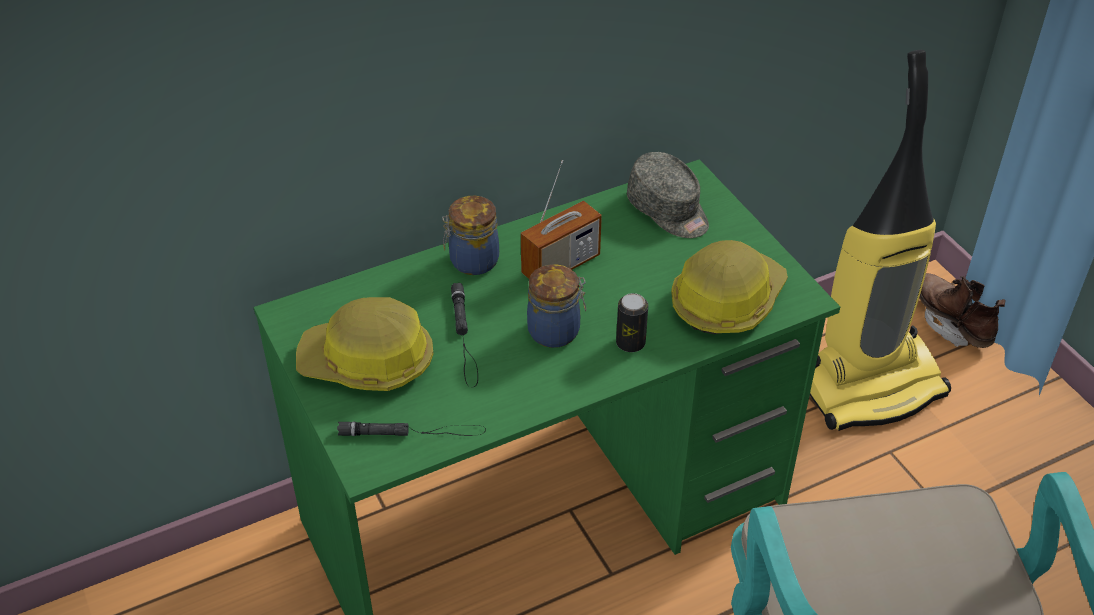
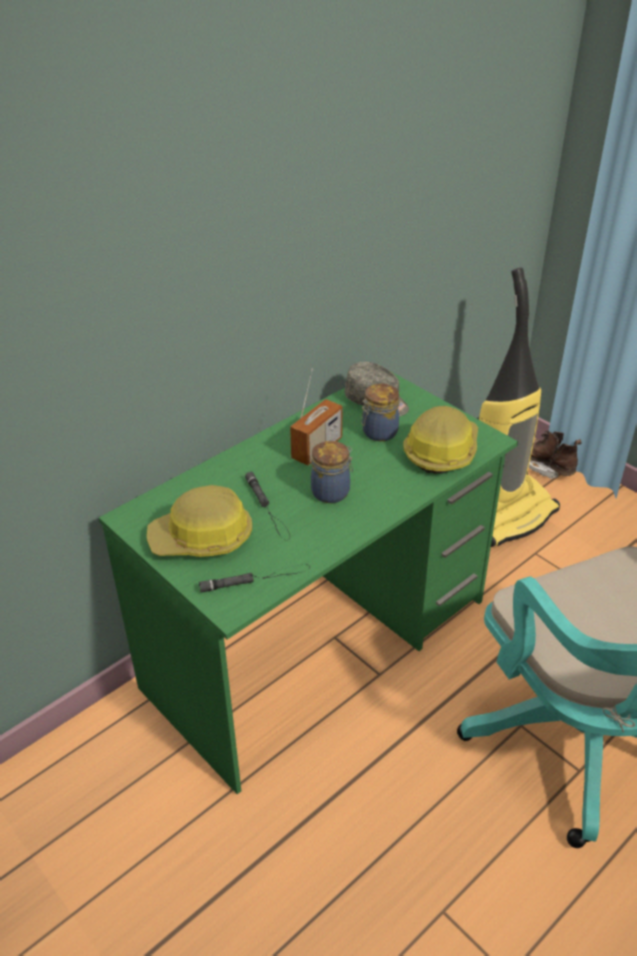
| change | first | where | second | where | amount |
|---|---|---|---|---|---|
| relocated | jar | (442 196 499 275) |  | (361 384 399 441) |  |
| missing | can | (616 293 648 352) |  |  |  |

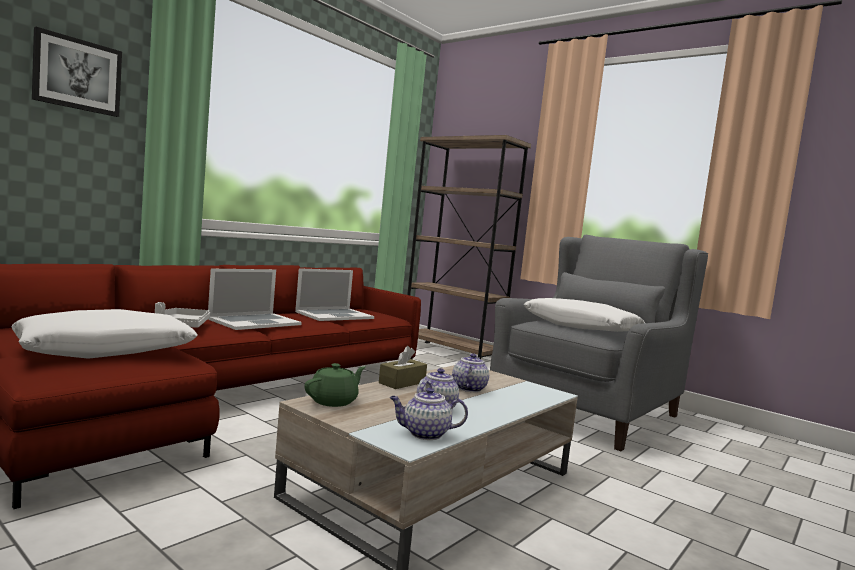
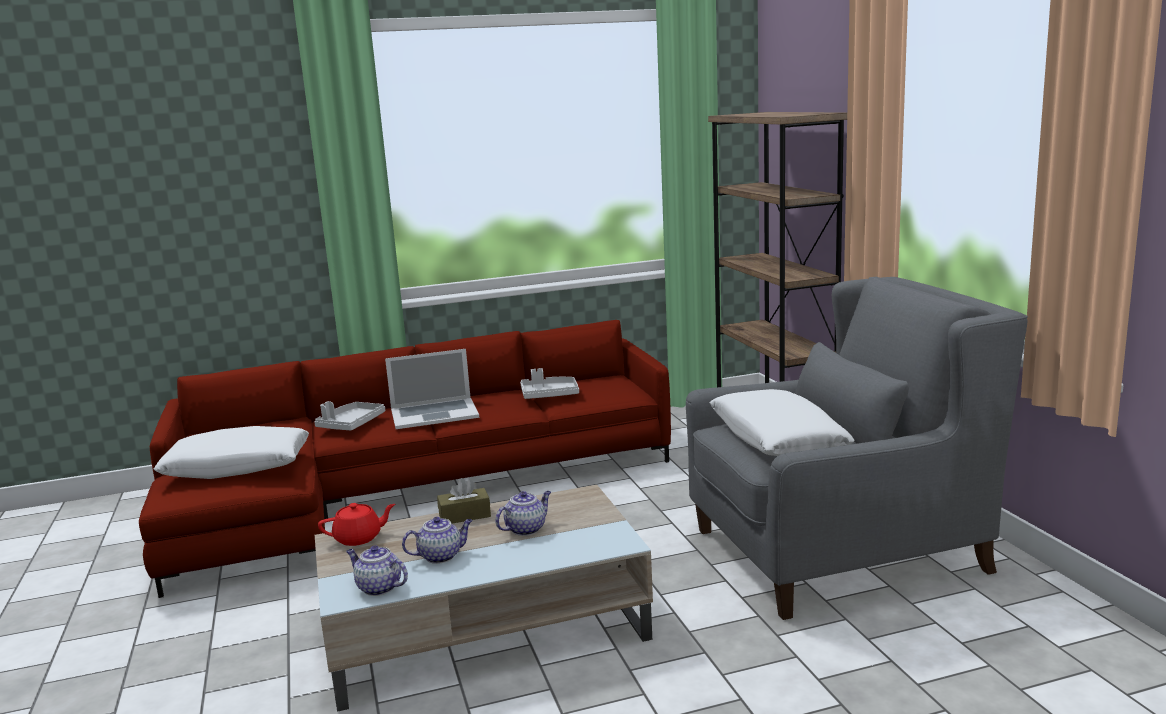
| change | first | where | second | where | amount |
|---|---|---|---|---|---|
| missing | picture | (32 27 122 117) |  |  |  |
| exchanged | laptop | (295 268 374 321) | grey_tray | (520 368 579 399) |  |
| colour | green_teapot | (305 363 365 407) | red_teapot | (318 503 395 546) |  |

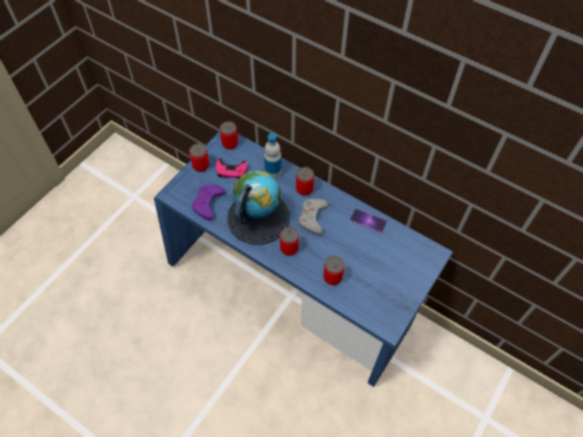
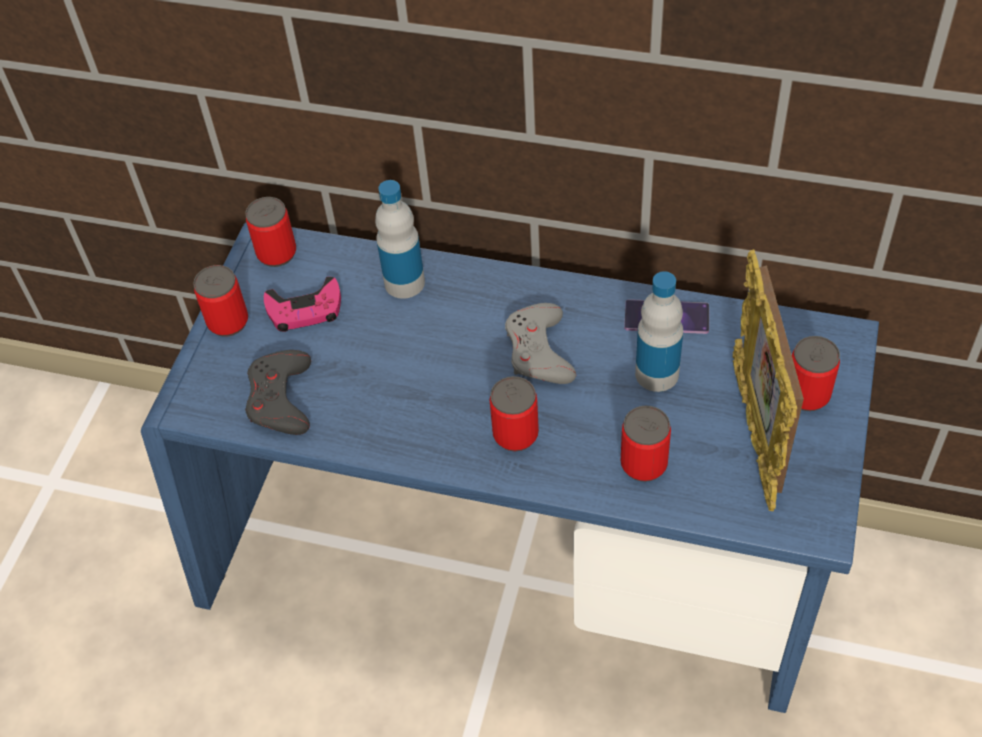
| change | first | where | second | where | amount |
|---|---|---|---|---|---|
| relocated | can | (296 167 314 195) |  | (792 336 840 411) |  |
| missing | globe | (227 170 290 245) |  |  |  |
| colour | purple_game_controller | (192 185 225 221) | grey_game_controller | (245 350 311 435) |  |
| appeared |  |  | picture_frame | (733 249 804 511) |  |
| appeared |  |  | bottle | (635 271 683 392) |  |

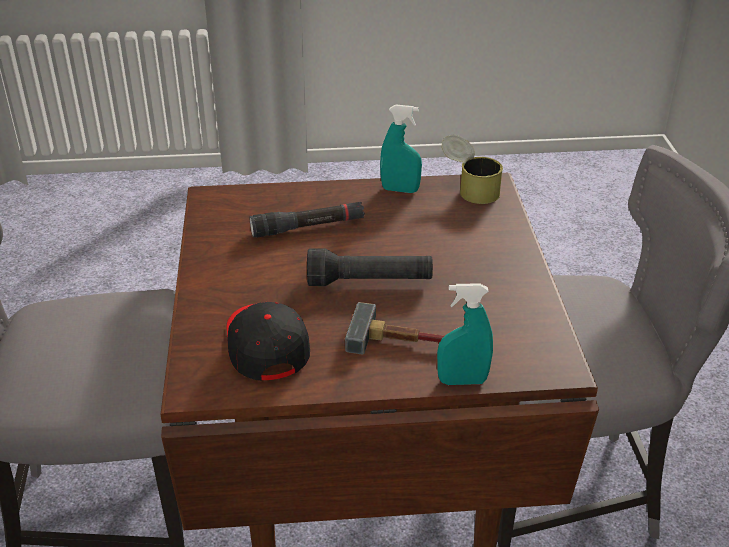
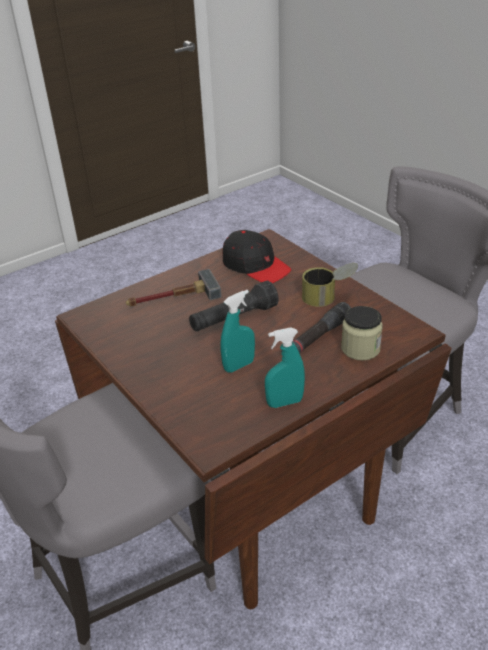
| change | first | where | second | where | amount |
|---|---|---|---|---|---|
| relocated | can | (442 134 503 204) |  | (302 263 358 307) |  |
| relocated | turquoise_spray_bottle | (437 284 493 385) |  | (221 290 255 373) |  |
| appeared |  |  | jar | (341 306 383 360) |  |

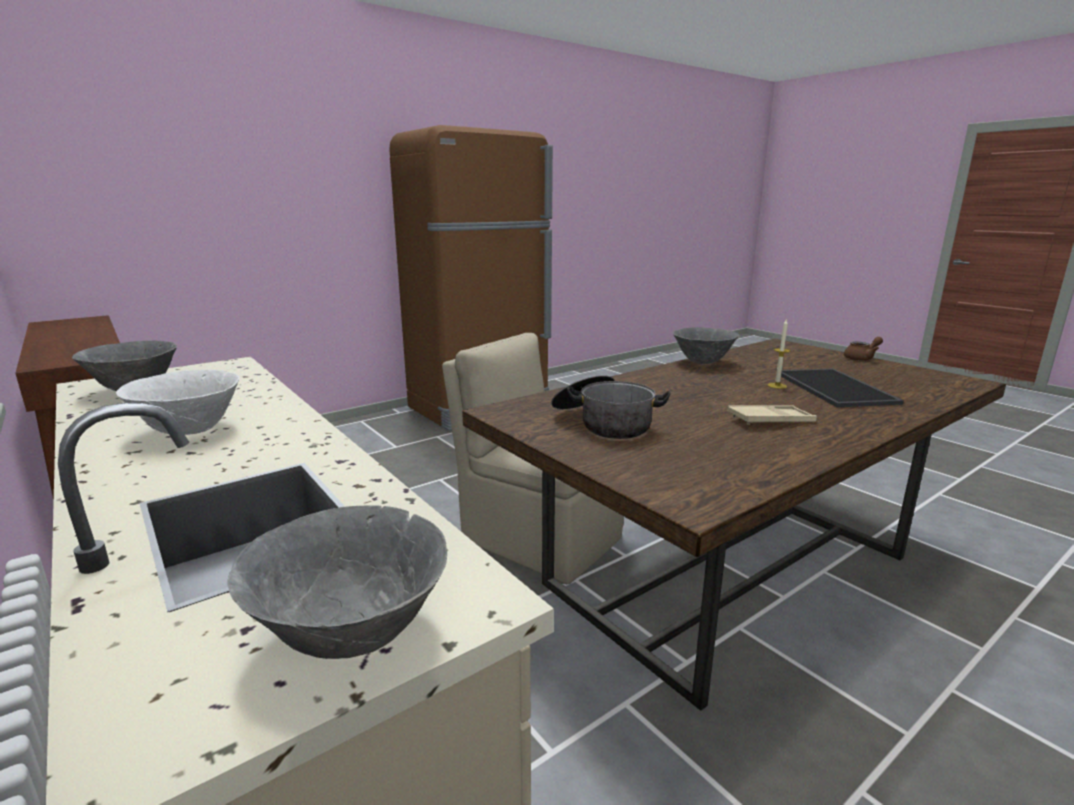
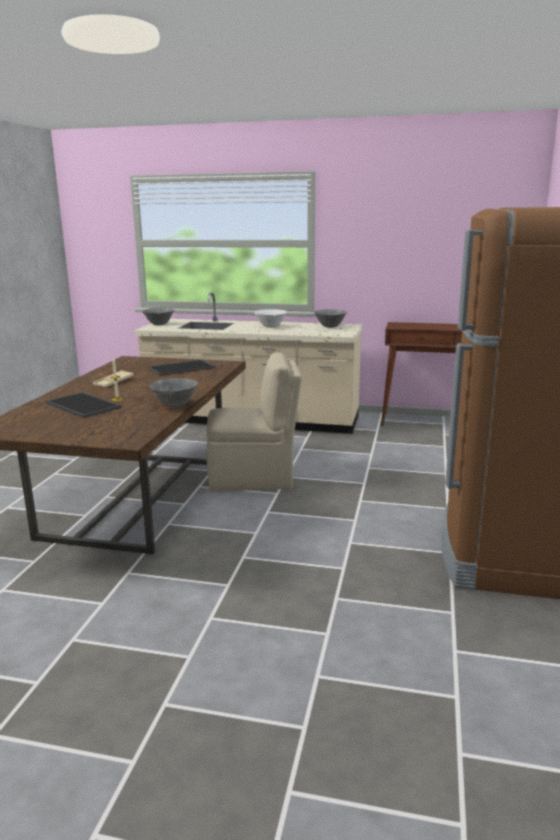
| change | first | where | second | where | amount |
|---|---|---|---|---|---|
| missing | brown_teapot | (844 337 883 361) |  |  |  |
| exchanged | cooking_pot | (551 375 671 439) | tray | (148 359 216 376) |  |

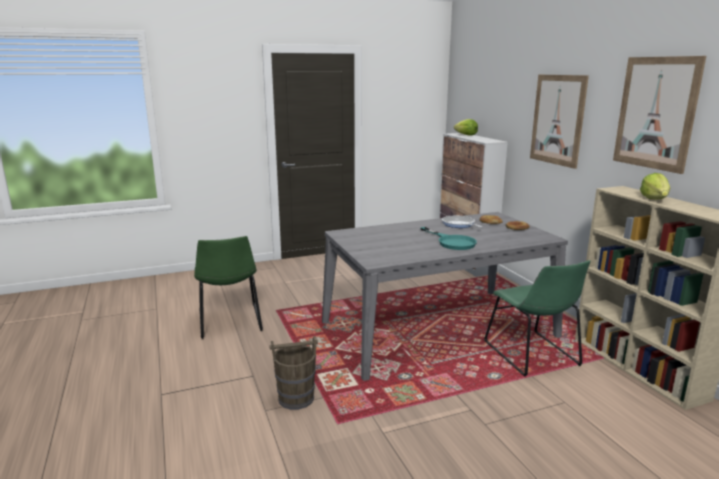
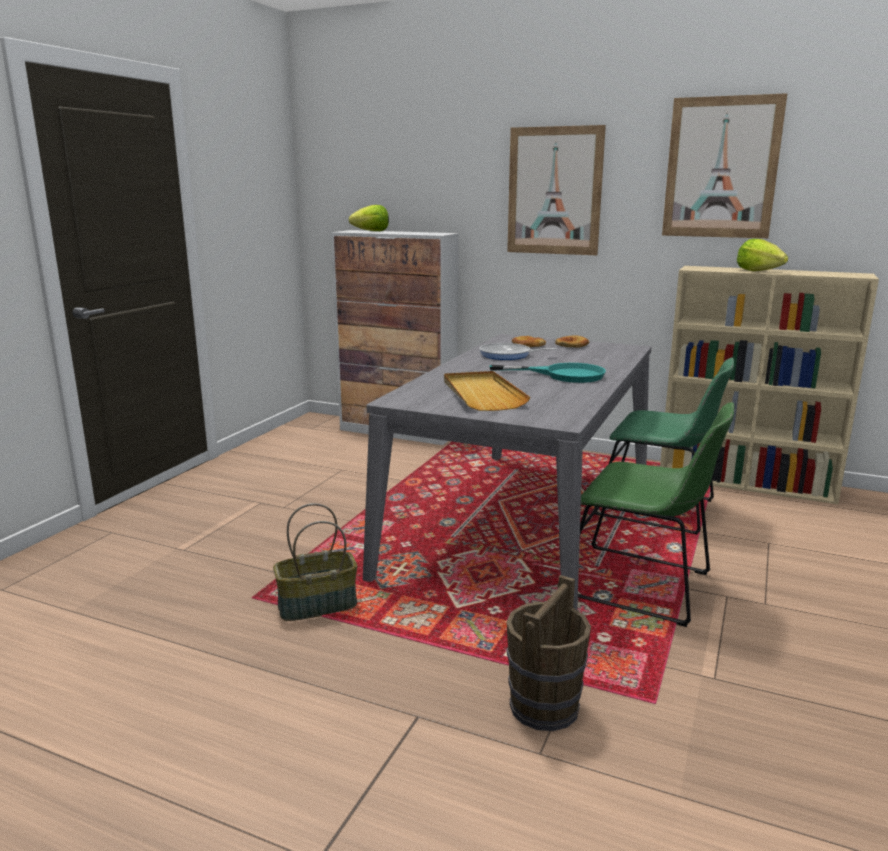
| change | first | where | second | where | amount |
|---|---|---|---|---|---|
| relocated | green_chair | (194 236 263 339) |  | (578 402 734 627) |  |
| appeared |  |  | beige_tray | (444 371 530 411) |  |
| appeared |  |  | basket | (273 503 357 621) |  |

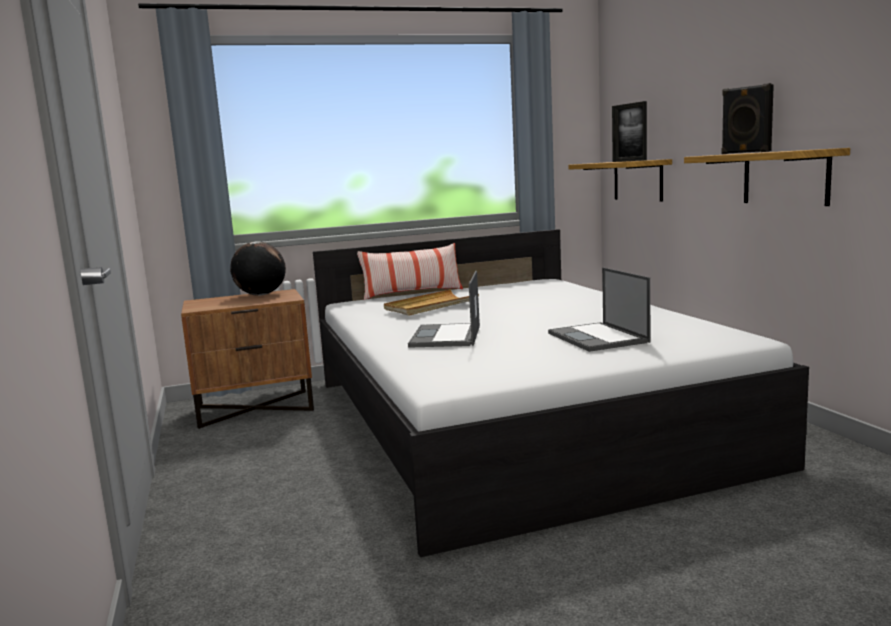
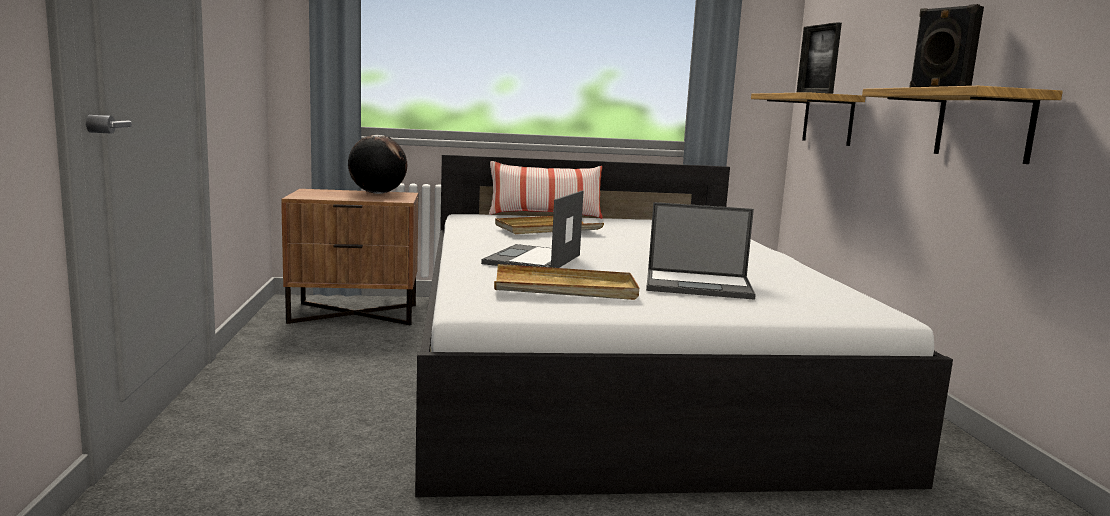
| change | first | where | second | where | amount |
|---|---|---|---|---|---|
| spun | laptop | (548 267 650 352) |  | (646 202 756 300) | 75 degrees counterclockwise |
| appeared |  |  | beige_tray | (494 264 639 300) |  |

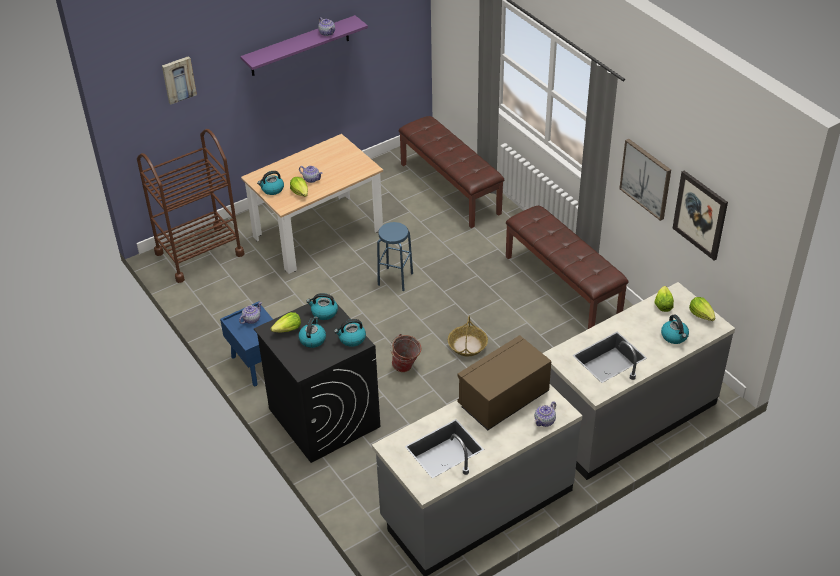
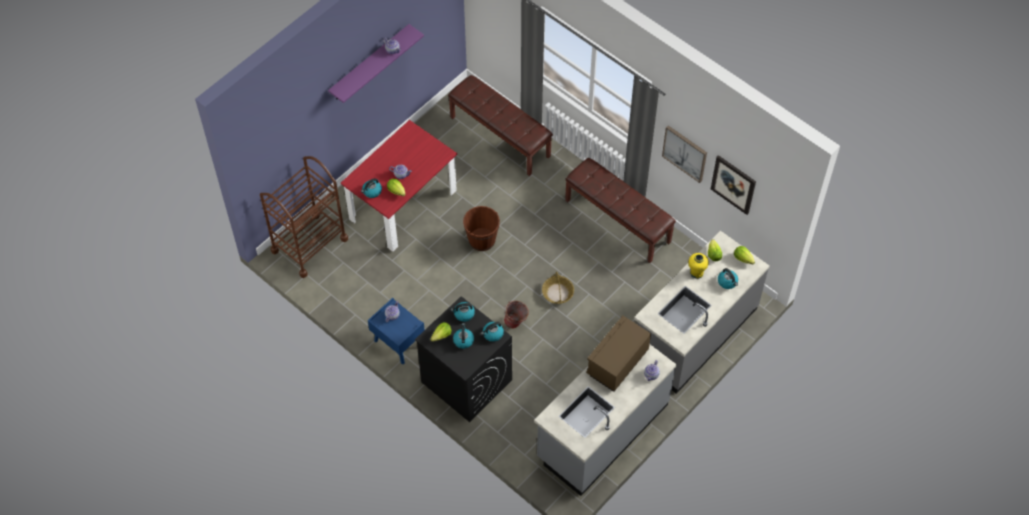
| change | first | where | second | where | amount |
|---|---|---|---|---|---|
| missing | picture | (162 56 197 104) |  |  |  |
| colour | beige_dining_table | (241 134 383 274) | red_dining_table | (341 120 457 252) |  |
| exchanged | blue_stool | (377 222 413 291) | brown_bucket | (463 206 500 251) |  |
| appeared |  |  | yellow_vase | (688 253 709 279) |  |

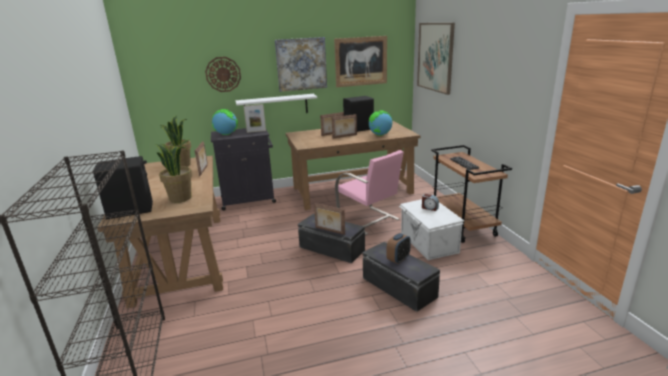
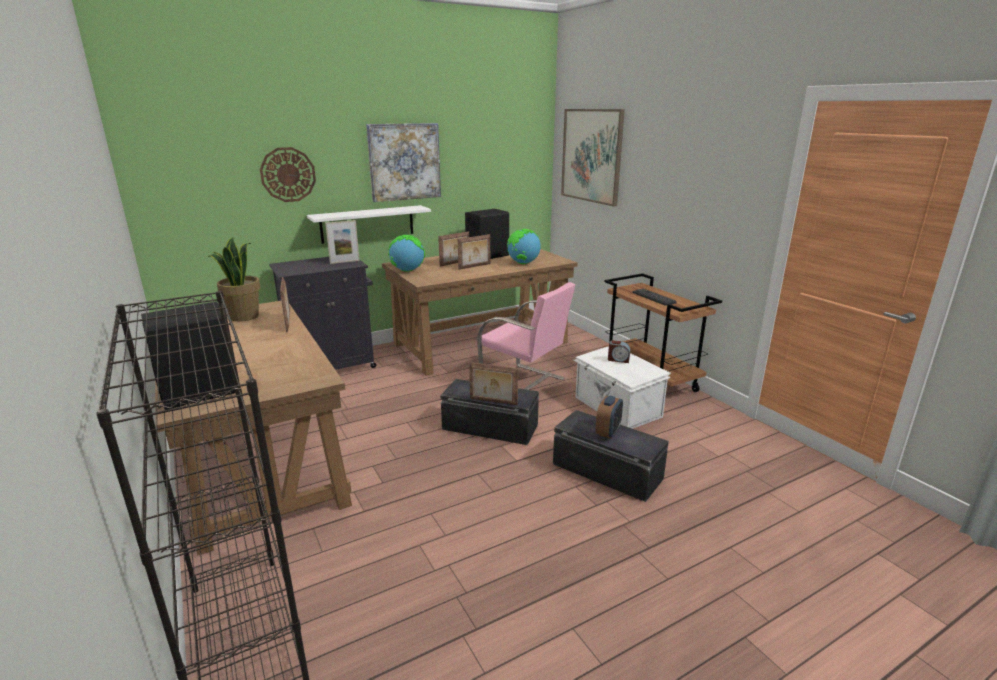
| change | first | where | second | where | amount |
|---|---|---|---|---|---|
| missing | picture | (334 36 387 87) |  |  |  |
| relocated | globe | (212 109 238 135) |  | (388 235 425 272) |  |
| missing | potted_plant | (155 139 192 203) |  |  |  |

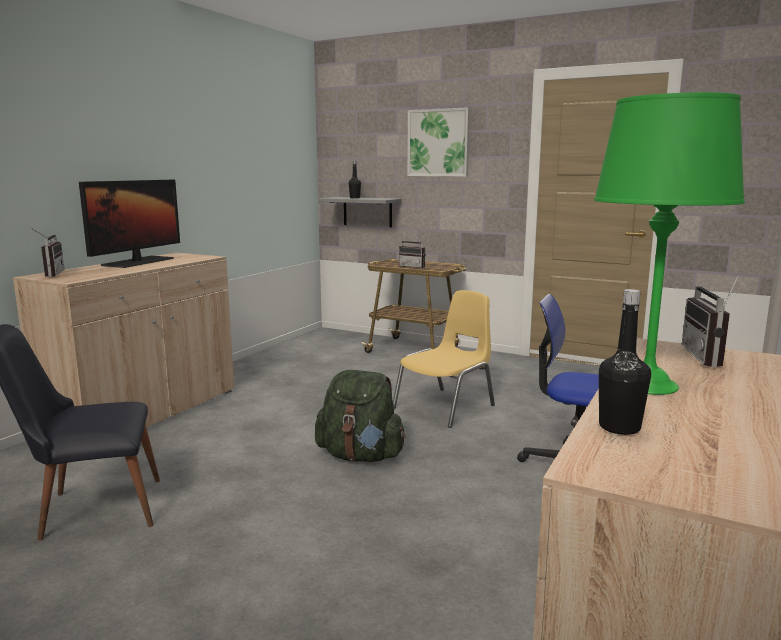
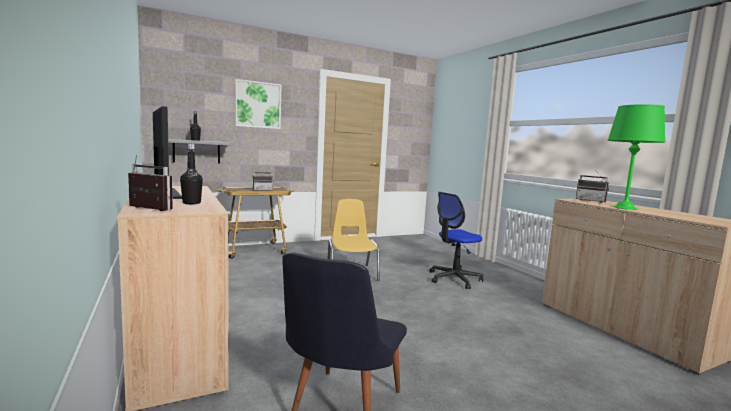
| change | first | where | second | where | amount |
|---|---|---|---|---|---|
| relocated | black_bottle | (599 289 651 435) |  | (180 144 203 204) |  |
| missing | green_backpack | (315 370 406 462) |  |  |  |

